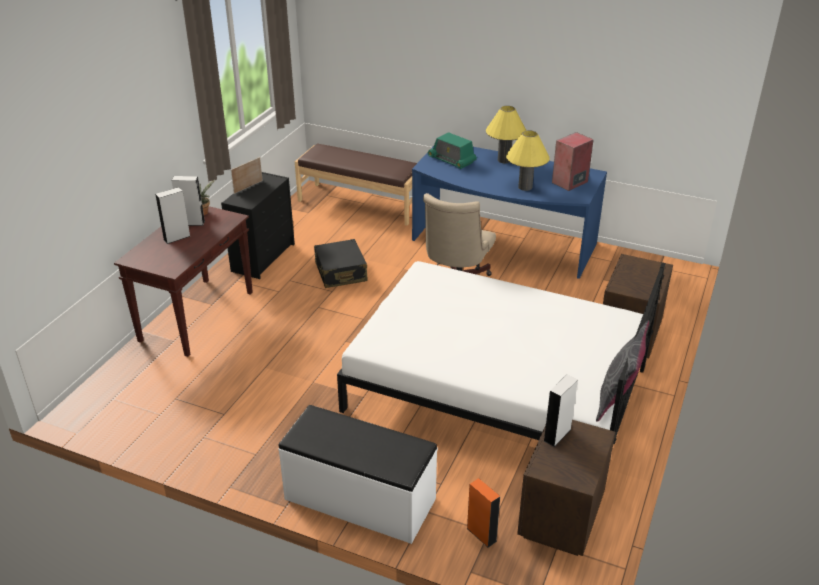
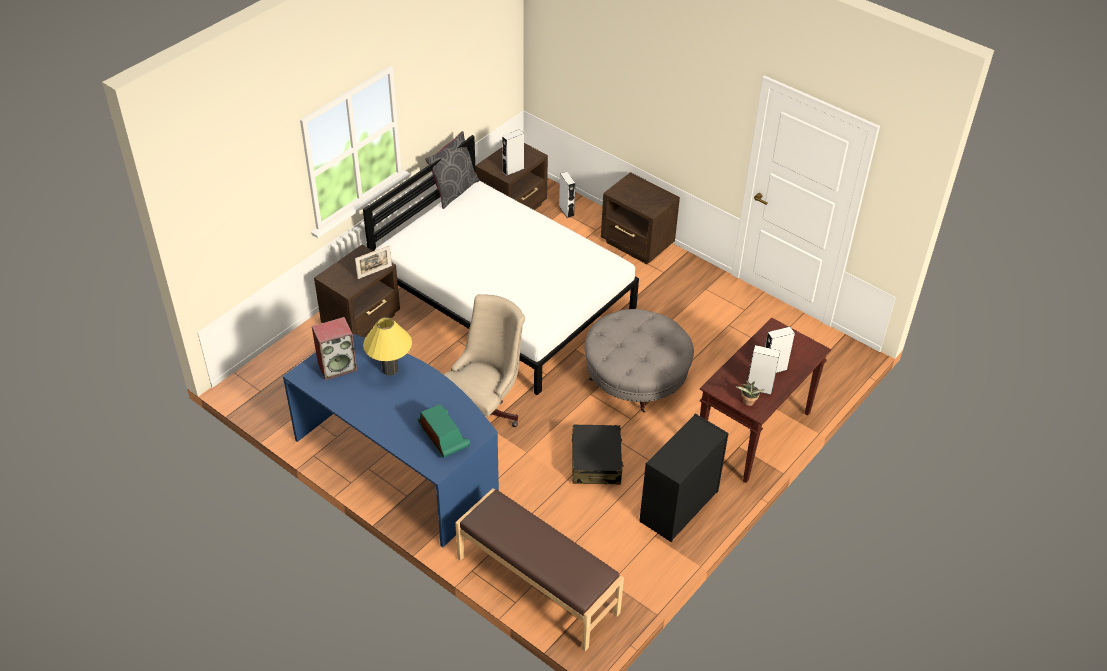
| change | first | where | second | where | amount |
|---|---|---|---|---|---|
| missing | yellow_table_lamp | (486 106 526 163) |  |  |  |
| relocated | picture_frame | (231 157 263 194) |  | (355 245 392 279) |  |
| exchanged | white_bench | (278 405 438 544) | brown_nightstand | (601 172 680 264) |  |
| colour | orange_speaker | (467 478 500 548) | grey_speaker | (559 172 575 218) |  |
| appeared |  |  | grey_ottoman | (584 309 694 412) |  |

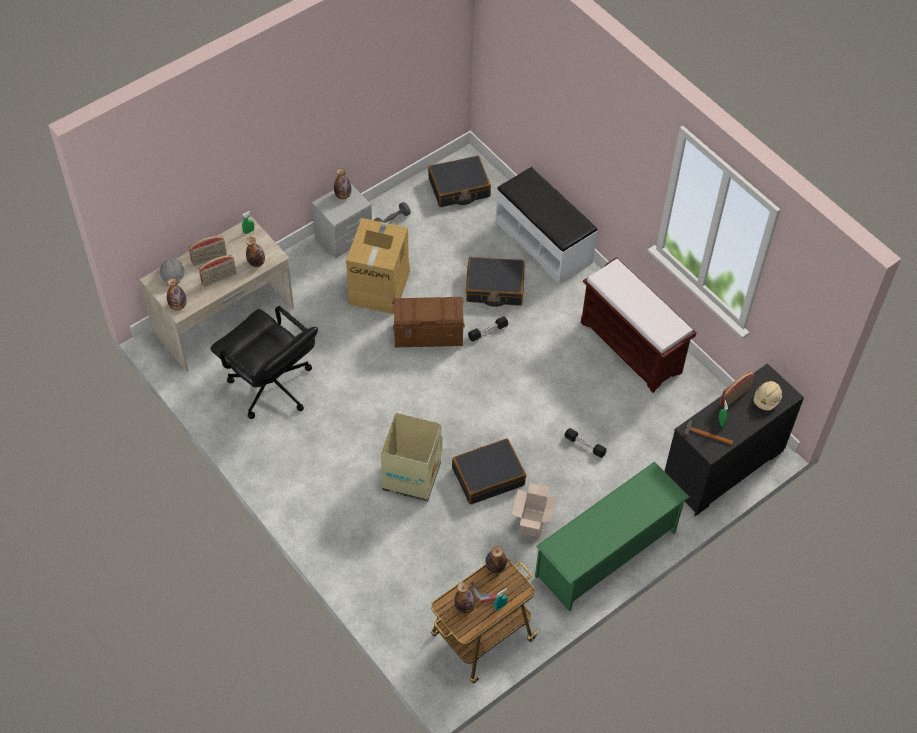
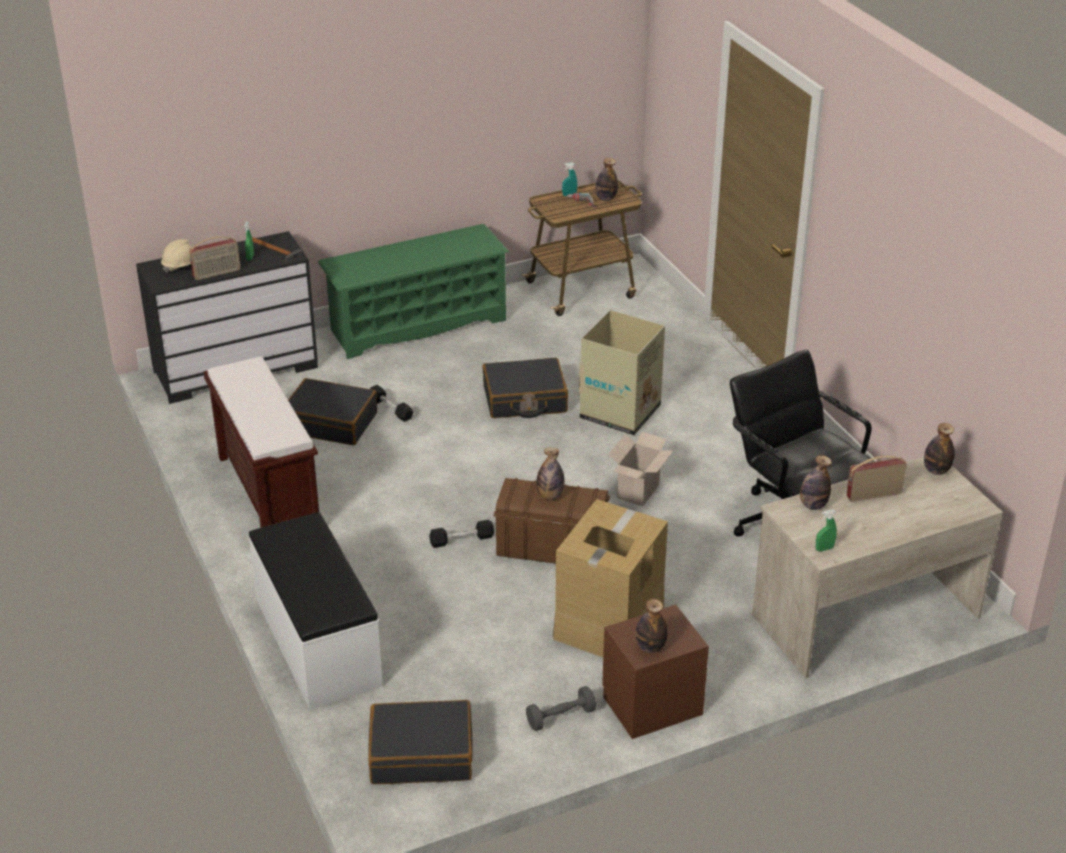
| change | first | where | second | where | amount |
|---|---|---|---|---|---|
| colour | grey_nightstand | (312 184 372 258) | brown_nightstand | (602 604 709 739) |  |
| missing | radio | (189 236 227 266) |  |  |  |
| relocated | black_suitcase | (466 257 524 307) |  | (288 378 377 445) |  |
| missing | grey_hard_hat | (160 258 184 283) |  |  |  |
| relocated | cardboard_box | (512 483 557 538) |  | (608 432 673 506) |  |
| relocated | bottle | (485 546 507 573) |  | (536 447 564 500) |  |

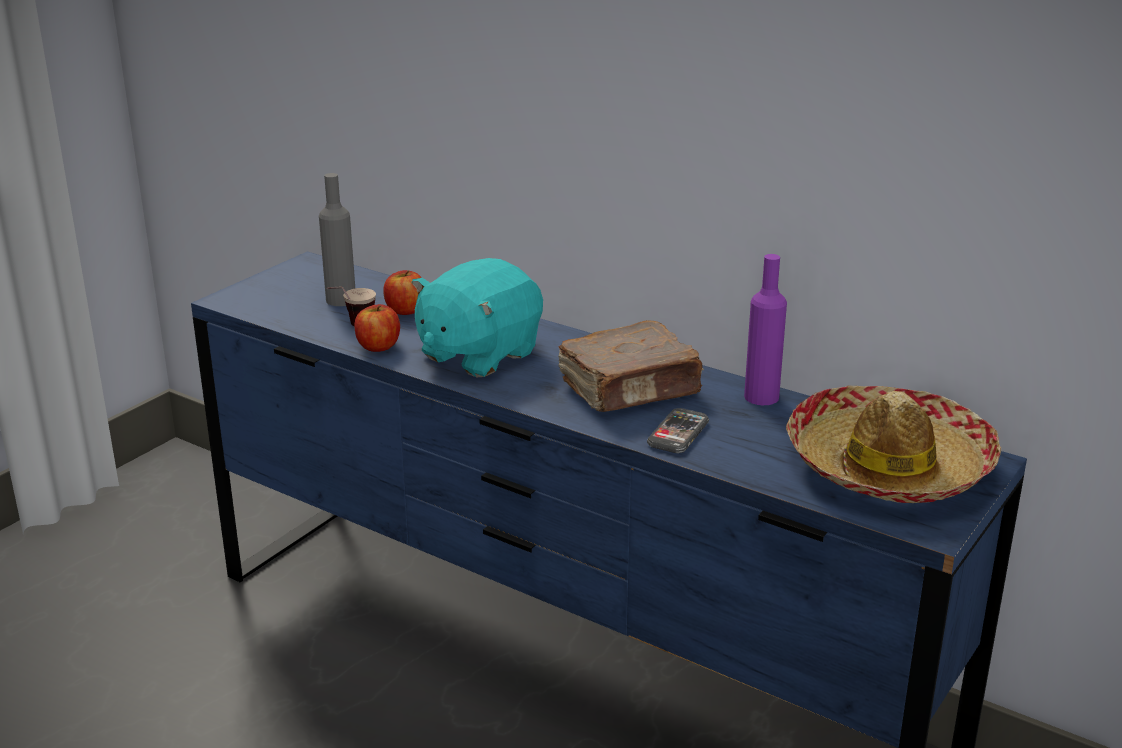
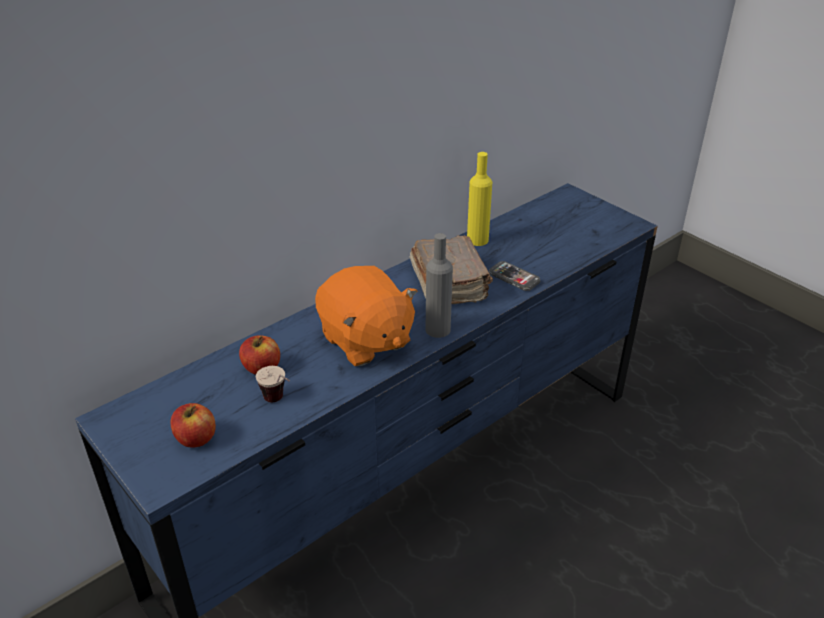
| change | first | where | second | where | amount |
|---|---|---|---|---|---|
| relocated | grey_bottle | (319 173 355 306) |  | (426 233 453 338) |  |
| colour | purple_bottle | (744 254 787 405) | yellow_bottle | (467 152 492 246) |  |
| colour | turquoise_plush_toy | (411 258 543 378) | orange_plush_toy | (315 266 417 366) |  |
| relocated | apple | (355 304 400 352) |  | (171 403 216 447) |  |
| missing | hat | (786 385 1001 503) |  |  |  |

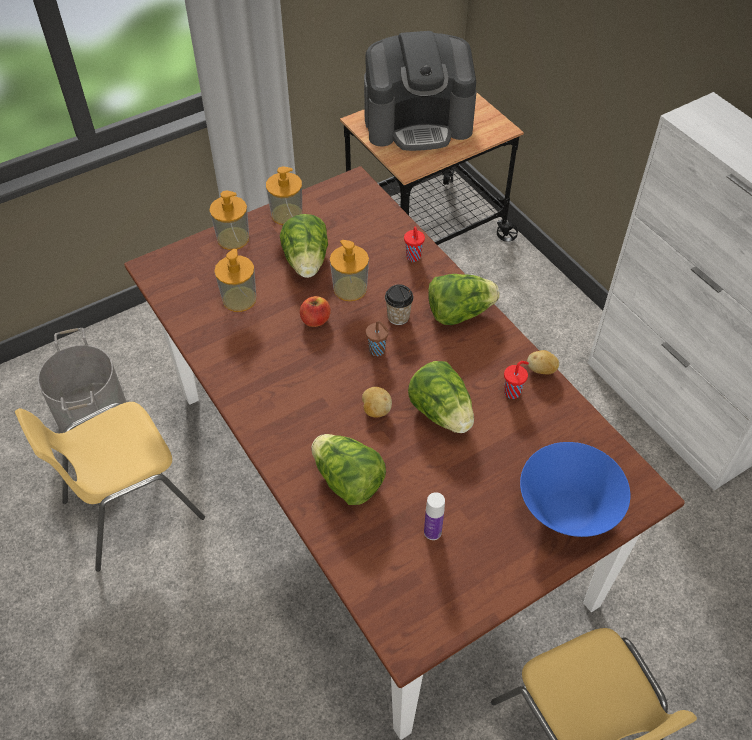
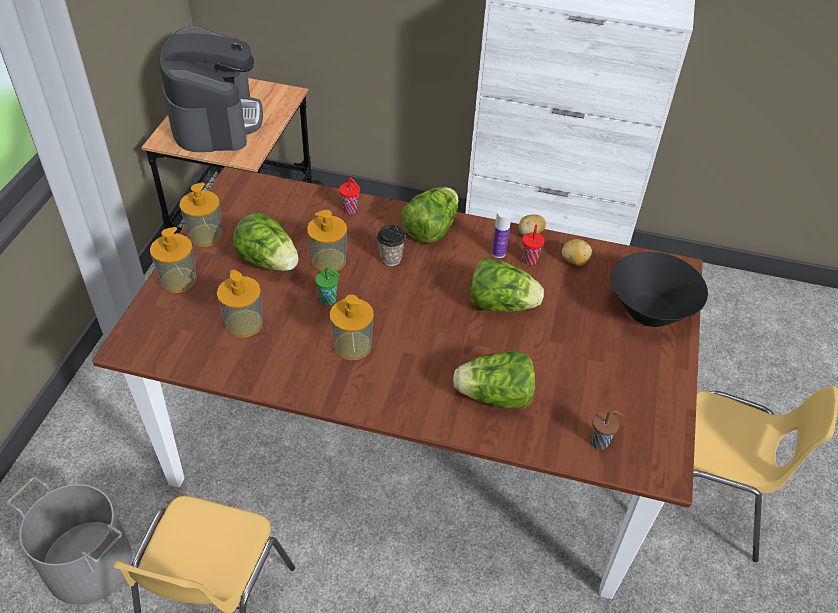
| change | first | where | second | where | amount |
|---|---|---|---|---|---|
| spun | coffee_machine | (364 31 477 151) |  | (159 26 263 152) | 45 degrees counterclockwise |
| exchanged | apple | (300 296 331 327) | green_cup | (315 267 340 305) |  |
| relocated | brown_cup | (366 321 389 356) |  | (591 410 623 450) |  |
| relocated | potato | (362 387 392 418) |  | (562 239 592 266) |  |
| colour | blue_bowl | (520 442 630 537) | black_bowl | (611 252 708 327) |  |
| relocated | bottle | (424 492 445 540) |  | (491 209 511 258) |  |
| appeared |  |  | soap_dispenser | (330 294 374 360) |  |

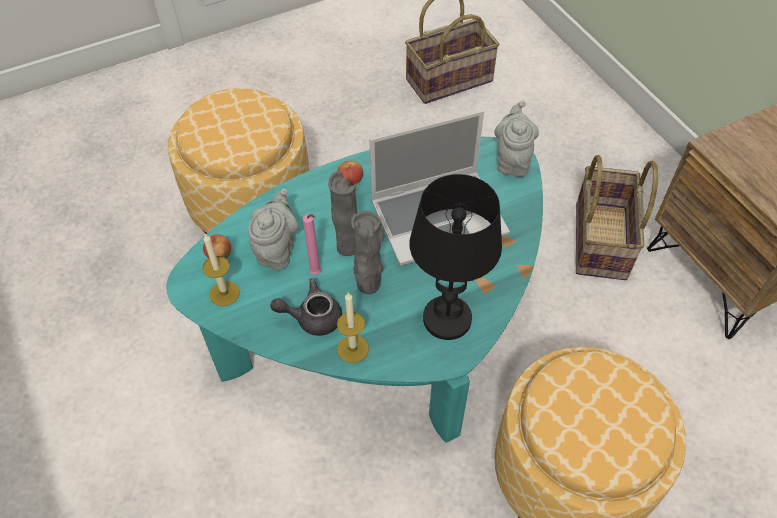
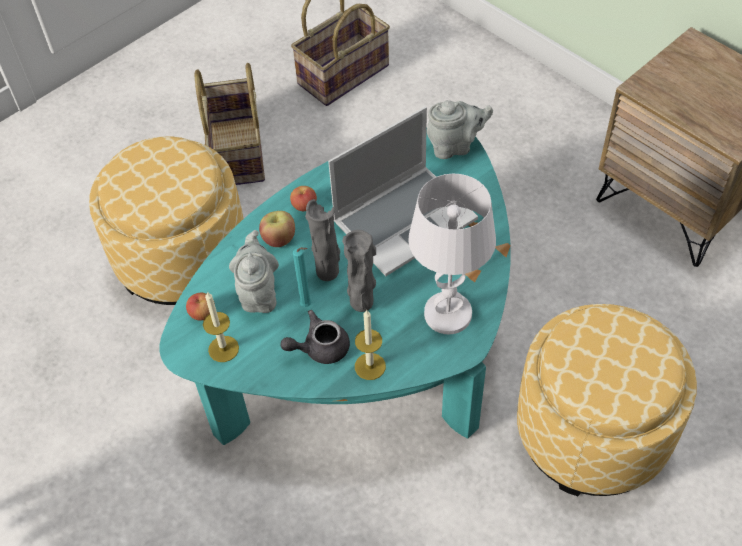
| change | first | where | second | where | amount |
|---|---|---|---|---|---|
| spun | grey_teapot | (494 101 539 177) |  | (427 100 493 159) | 90 degrees clockwise |
| relocated | basket | (576 155 658 280) |  | (194 63 265 185) |  |
| colour | black_table_lamp | (410 174 502 340) | white_table_lamp | (408 174 496 334) |  |
| colour | pink_candle | (303 214 321 275) | turquoise_candle | (293 247 311 307) |  |
| appeared |  |  | apple | (259 211 295 247) |  |

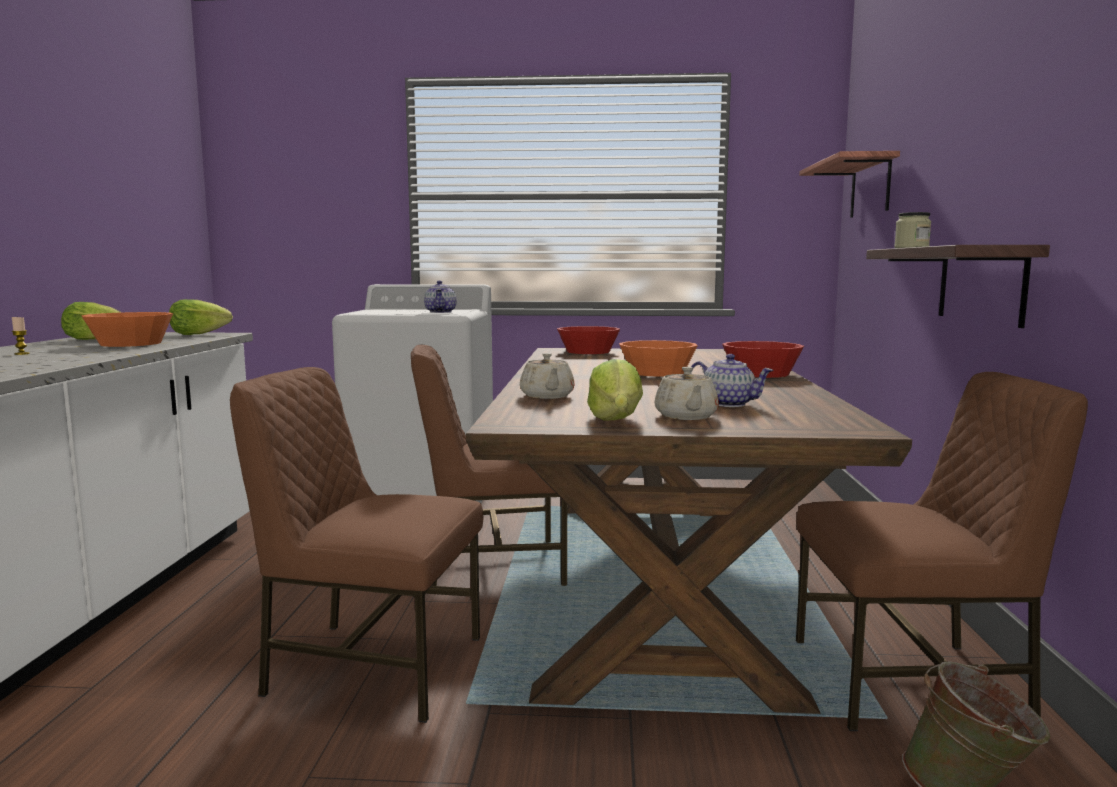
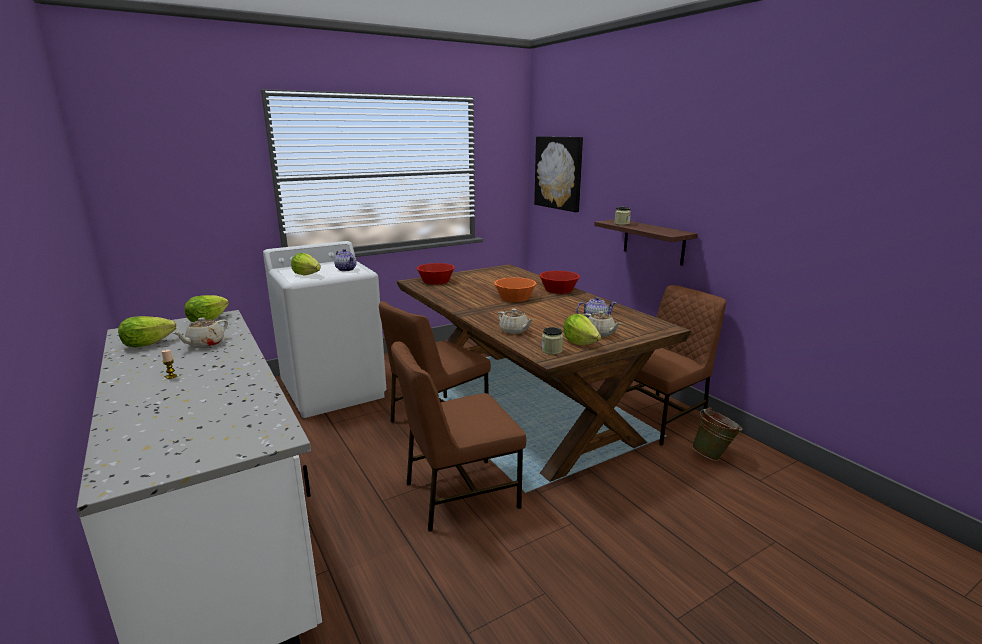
| change | first | where | second | where | amount |
|---|---|---|---|---|---|
| exchanged | shelf | (799 151 900 218) | picture | (534 136 583 212) |  |
| exchanged | orange_bowl | (81 312 173 347) | beige_teapot | (173 318 228 348) |  |
| appeared |  |  | lettuce | (291 253 321 276) |  |
| appeared |  |  | jar | (541 327 563 355) |  |

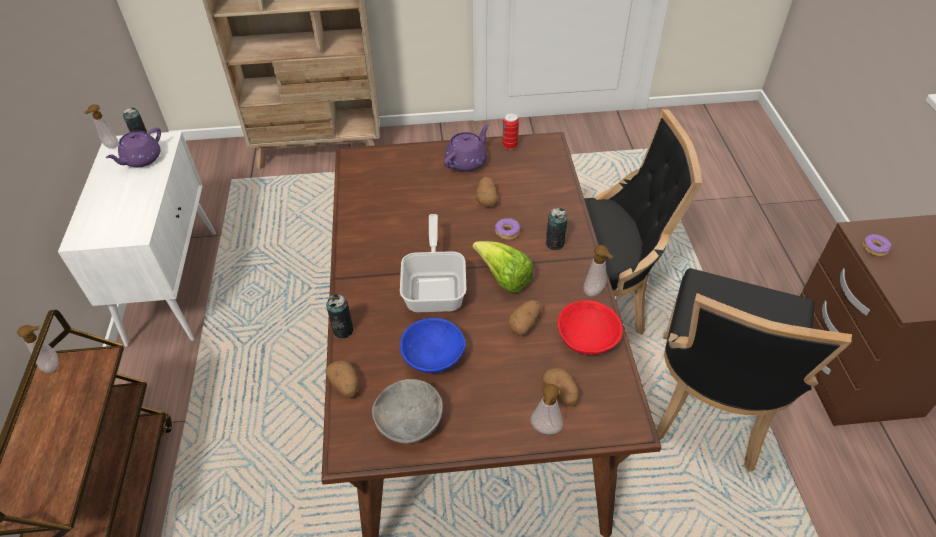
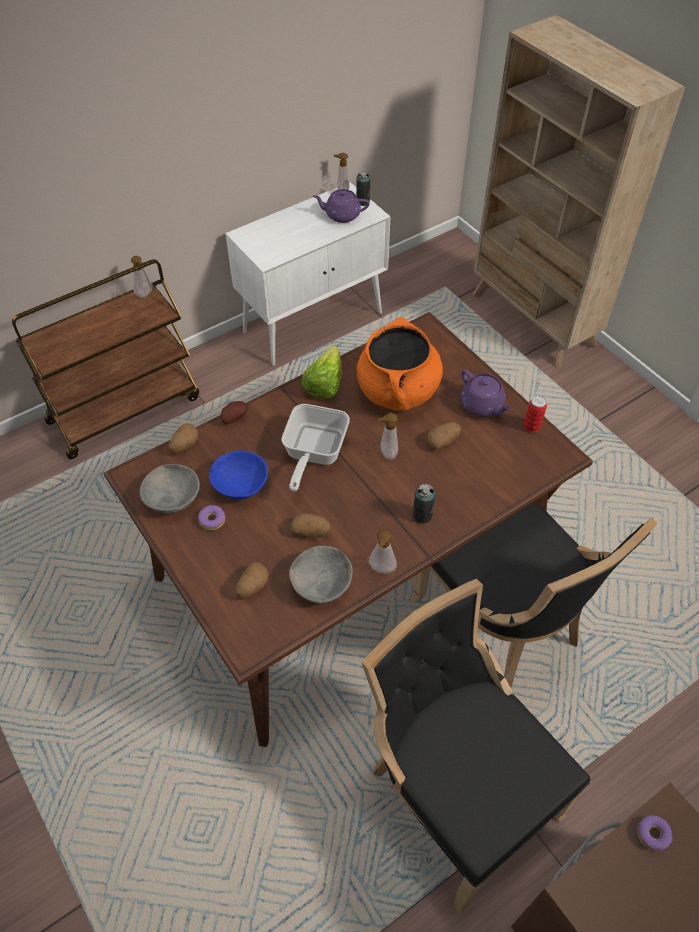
| change | first | where | second | where | amount |
|---|---|---|---|---|---|
| spun | purple_teapot | (444 124 489 172) |  | (460 369 512 417) | 45 degrees clockwise |
| spun | frying_pan | (400 214 466 312) |  | (281 404 350 492) | 135 degrees clockwise |
| relocated | donut | (495 218 520 240) |  | (198 505 225 531) |  |
| relocated | lettuce | (472 241 533 293) |  | (301 345 342 399) |  |
| spun | black_chair | (656 268 852 472) |  | (362 579 590 914) | 60 degrees clockwise |
| exchanged | can | (326 294 354 338) | potato | (221 401 248 424) |  |
| colour | red_bowl | (557 300 623 355) | grey_bowl | (289 546 353 604) |  |
| relocated | soap_dispenser | (531 384 563 435) |  | (378 413 398 460) |  |
| appeared |  |  | orange_cooking_pot | (356 317 443 411) |  |

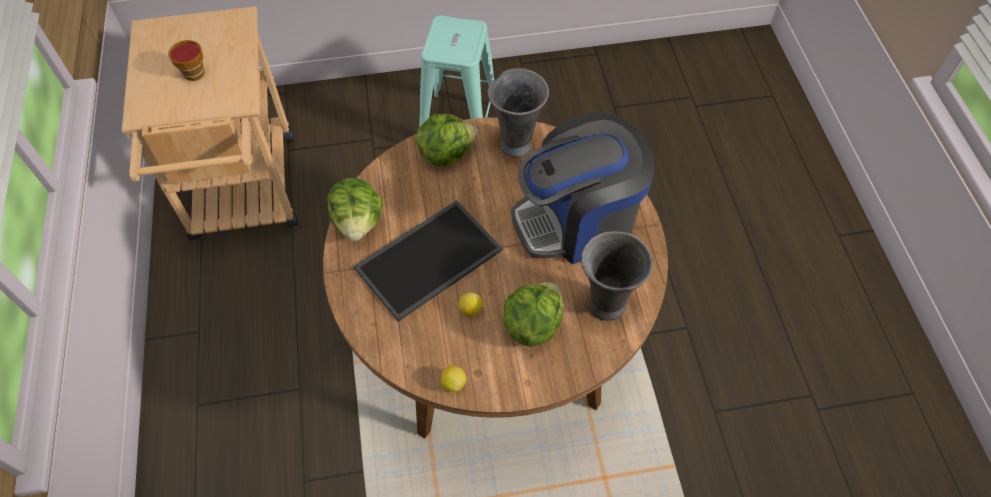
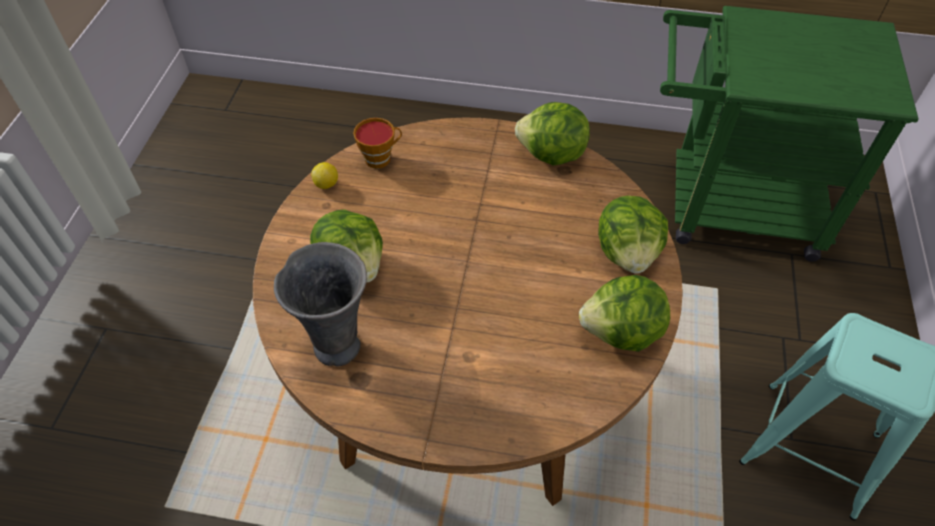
| change | first | where | second | where | amount |
|---|---|---|---|---|---|
| colour | beige_cart | (122 6 298 240) | green_cart | (660 6 919 262) |  |
| relocated | cup | (168 40 205 81) |  | (353 118 402 169) |  |
| exchanged | grey_vase | (488 68 549 158) | lettuce | (579 275 670 352) |  |
| missing | coffee_machine | (511 112 654 264) |  |  |  |
| missing | tray | (353 200 503 322) |  |  |  |
| missing | lemon | (459 293 483 316) |  |  |  |

